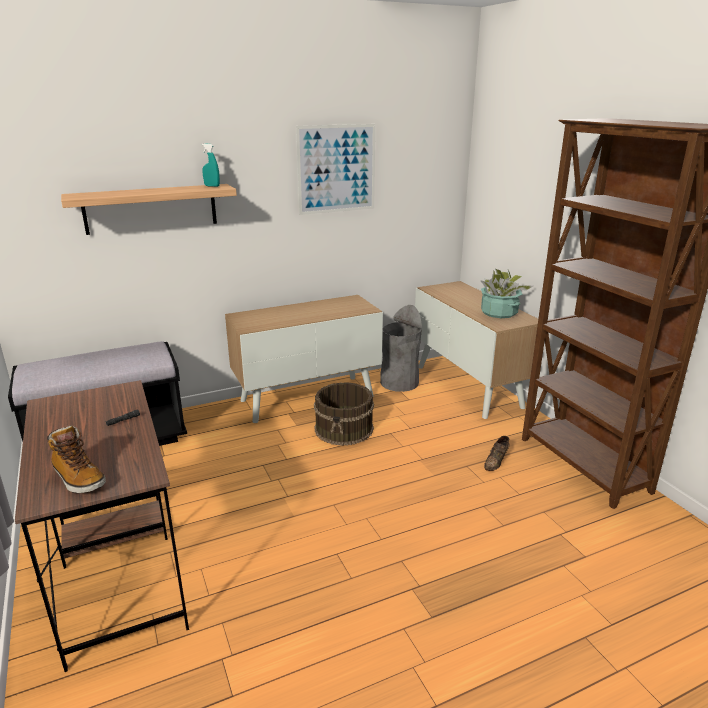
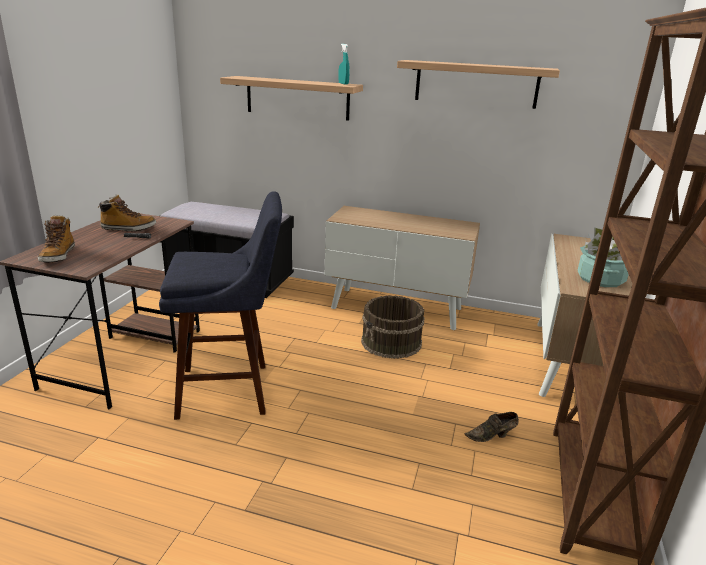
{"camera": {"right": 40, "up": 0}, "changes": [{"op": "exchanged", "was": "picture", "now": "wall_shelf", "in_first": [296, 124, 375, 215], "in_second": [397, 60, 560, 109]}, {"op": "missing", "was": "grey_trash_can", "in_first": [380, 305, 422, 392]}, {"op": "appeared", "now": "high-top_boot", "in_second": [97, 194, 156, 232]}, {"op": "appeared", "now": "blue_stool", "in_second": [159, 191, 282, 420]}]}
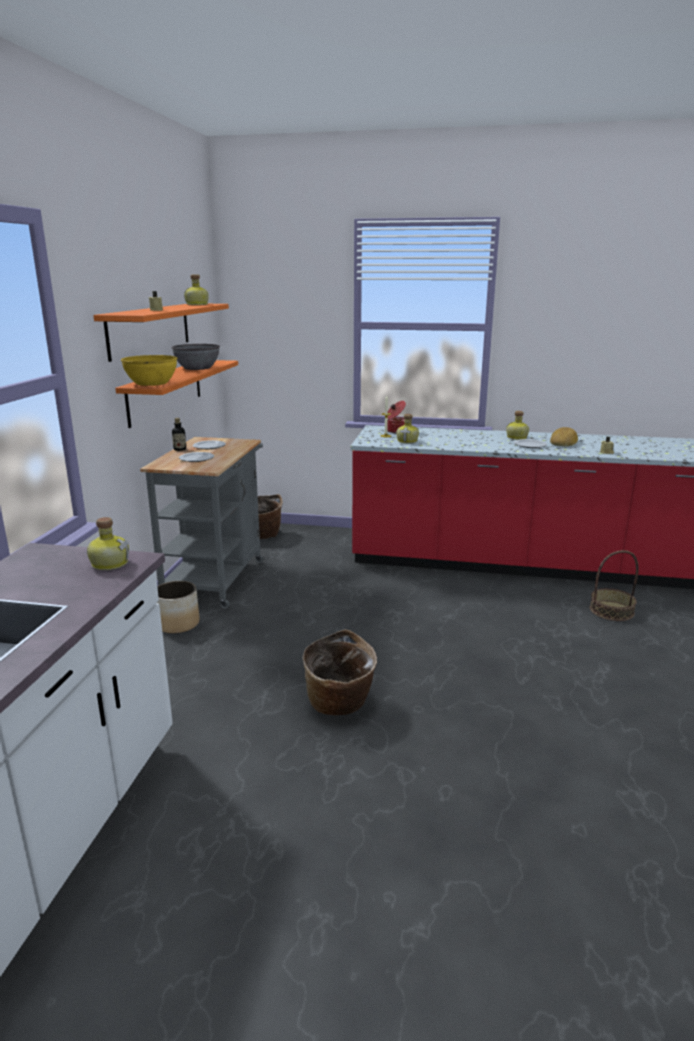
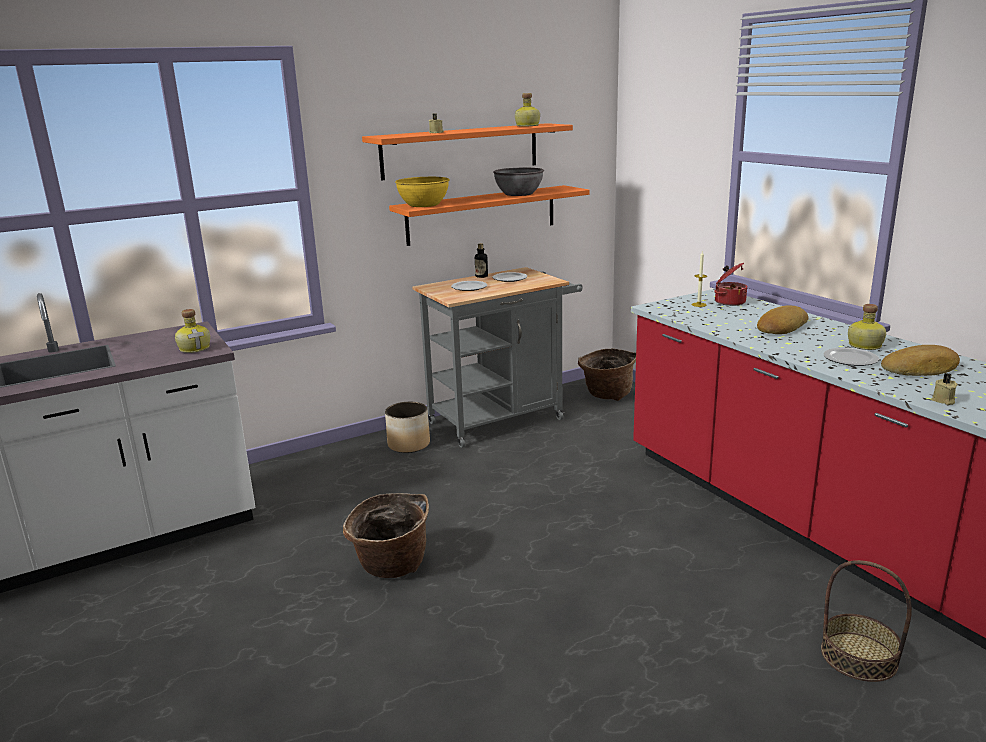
{"camera": {"right": 50, "up": 0}, "changes": [{"op": "missing", "was": "beverage_bottle", "in_first": [396, 414, 419, 443]}, {"op": "appeared", "now": "bakery_bread", "in_second": [757, 306, 808, 334]}]}
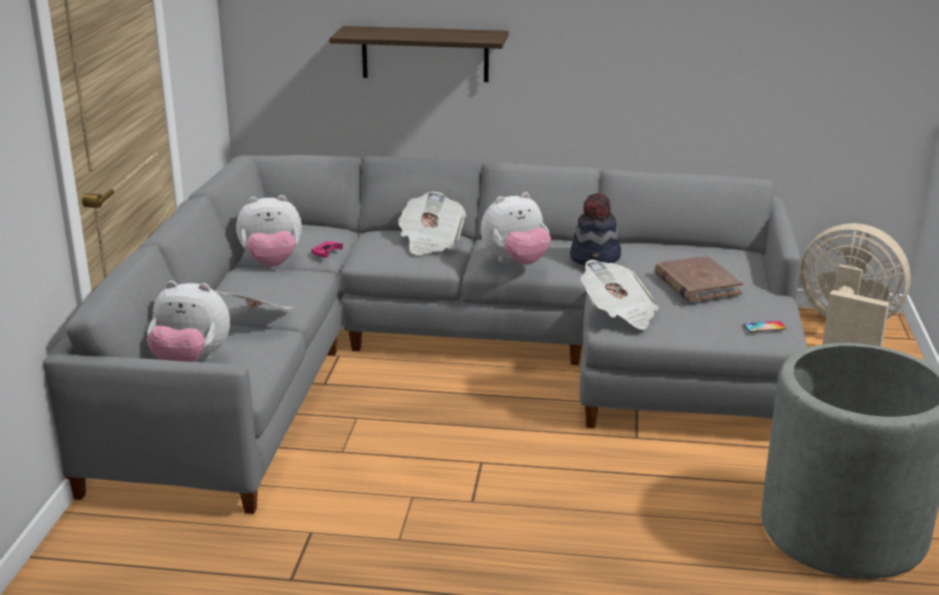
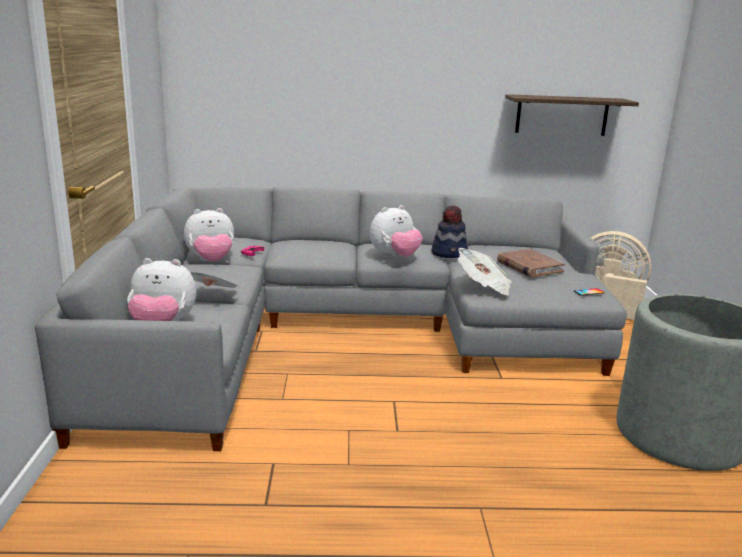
{"camera": {"right": -10, "up": -5}, "changes": [{"op": "relocated", "was": "wall_shelf", "in_first": [329, 26, 508, 82], "in_second": [505, 94, 639, 136]}, {"op": "missing", "was": "daily_paper", "in_first": [398, 192, 466, 255]}]}
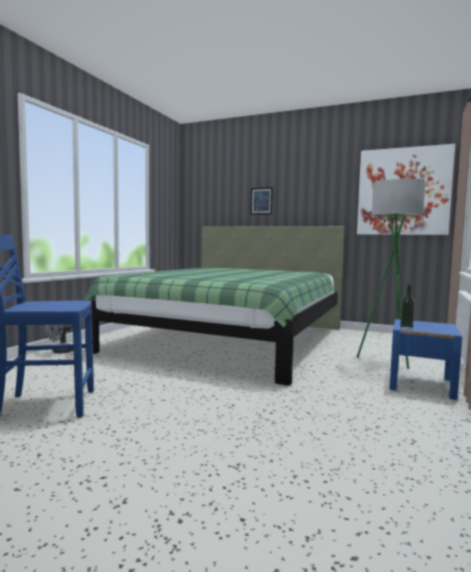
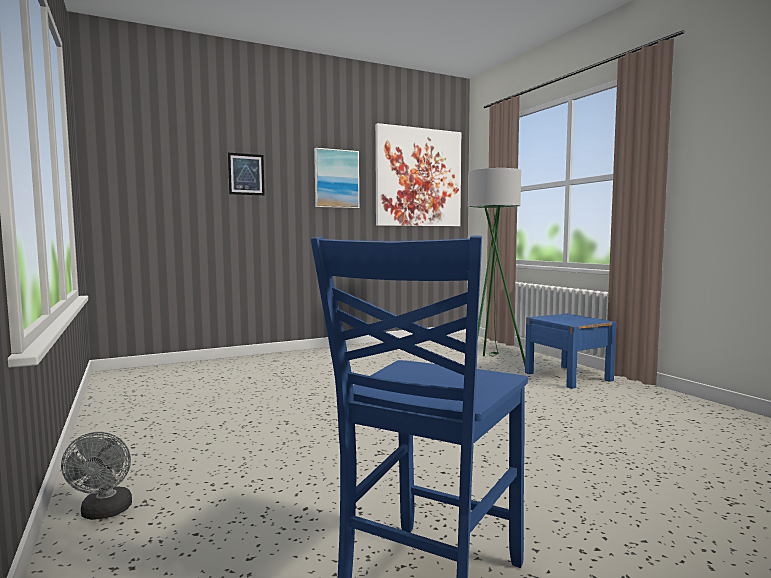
{"camera": {"right": -50, "up": 0}, "changes": [{"op": "missing", "was": "green-coloured_sleeping_bed", "in_first": [85, 226, 345, 386]}, {"op": "missing", "was": "beverage_bottle", "in_first": [400, 284, 415, 329]}, {"op": "appeared", "now": "picture", "in_second": [314, 148, 359, 208]}]}
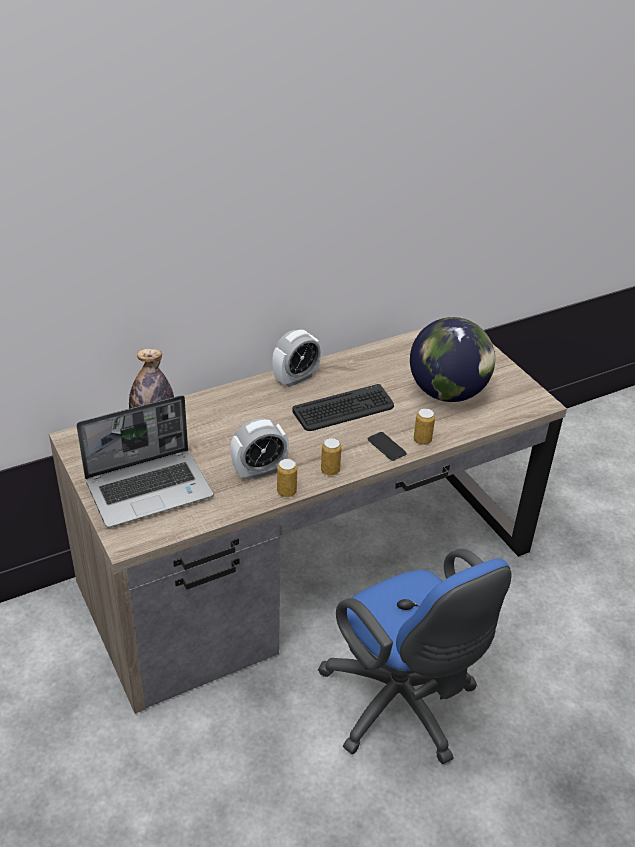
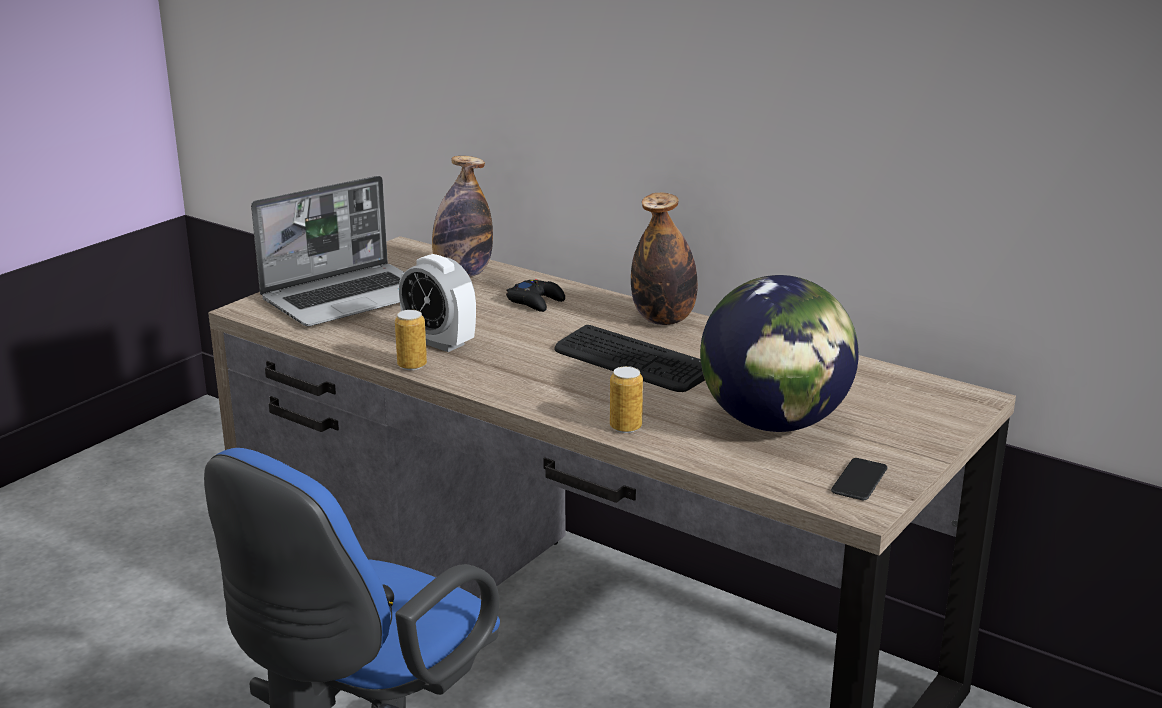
{"camera": {"right": 65, "up": -15}, "changes": [{"op": "spun", "was": "portable_computer", "in_first": [76, 395, 213, 528], "in_second": [251, 176, 404, 326], "clockwise": -75}, {"op": "exchanged", "was": "bedside_clock", "now": "beverage_bottle", "in_first": [272, 330, 321, 387], "in_second": [631, 192, 698, 325]}, {"op": "missing", "was": "can", "in_first": [321, 438, 342, 475]}, {"op": "relocated", "was": "telephone", "in_first": [368, 432, 407, 461], "in_second": [831, 458, 888, 500]}, {"op": "appeared", "now": "black_game_controller", "in_second": [506, 279, 565, 312]}]}
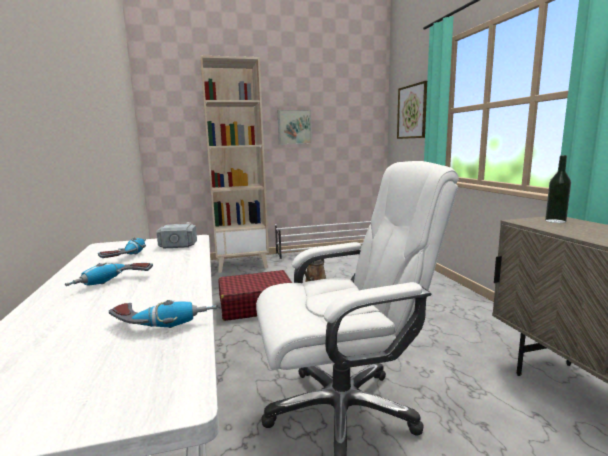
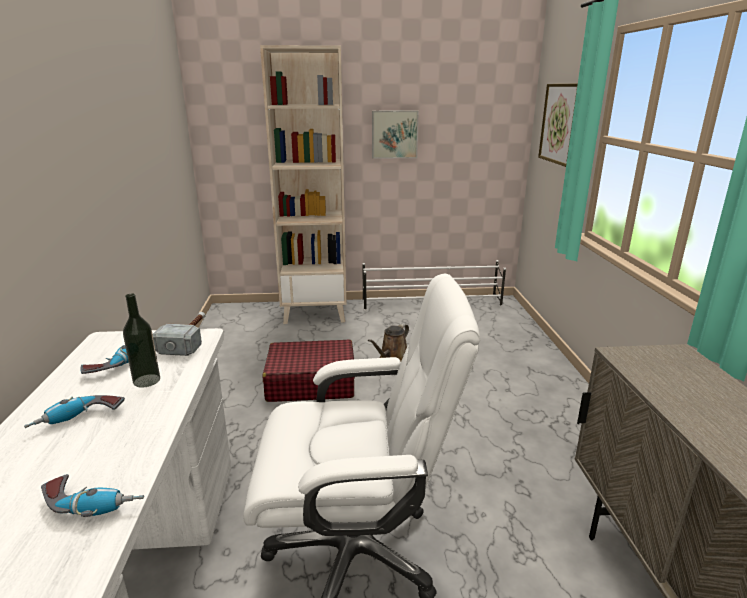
{"camera": {"right": 10, "up": 10}, "changes": [{"op": "relocated", "was": "beverage_bottle", "in_first": [545, 155, 571, 223], "in_second": [123, 293, 160, 388]}]}
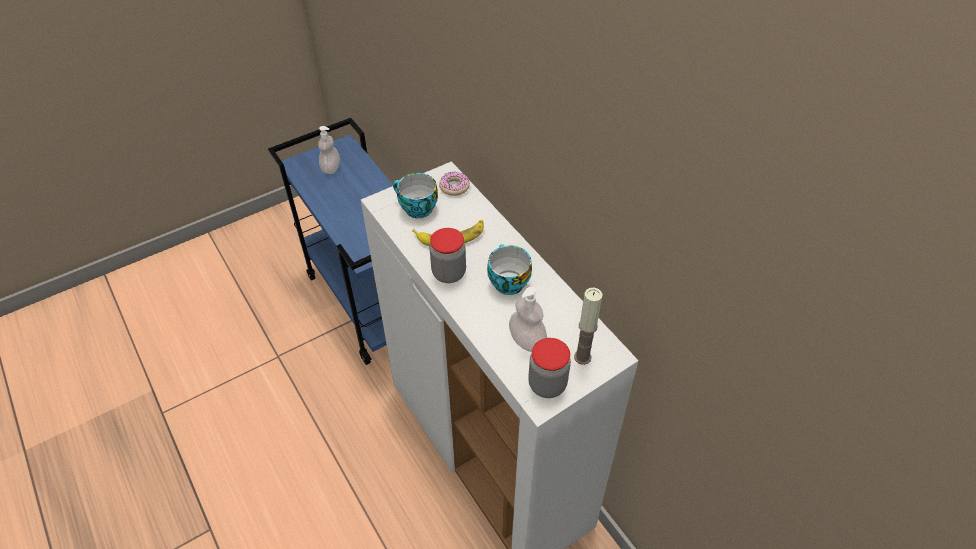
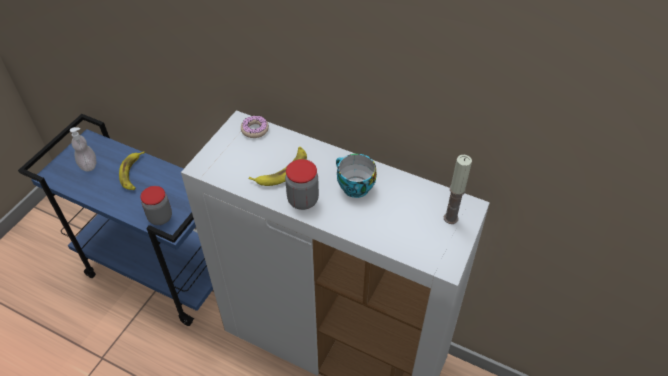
{"camera": {"right": -30, "up": 0}, "changes": [{"op": "missing", "was": "cup", "in_first": [393, 173, 438, 218]}, {"op": "missing", "was": "liquid_soap_bottle", "in_first": [509, 287, 547, 352]}, {"op": "relocated", "was": "storage_jar", "in_first": [528, 338, 571, 398], "in_second": [140, 186, 172, 225]}, {"op": "appeared", "now": "whole_banana", "in_second": [119, 151, 145, 190]}]}
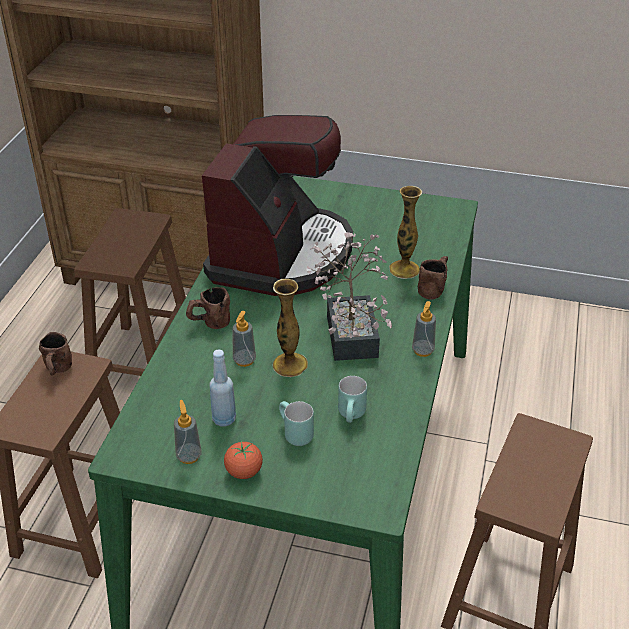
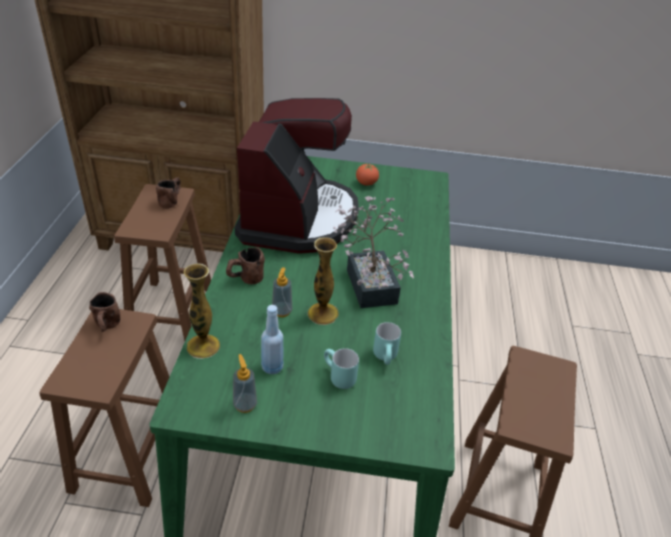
{"camera": {"right": -10, "up": 0}, "changes": [{"op": "relocated", "was": "fresh_tomato", "in_first": [224, 441, 263, 479], "in_second": [356, 164, 379, 186]}, {"op": "relocated", "was": "vase", "in_first": [389, 186, 422, 279], "in_second": [184, 264, 220, 359]}, {"op": "missing", "was": "liquid_soap_bottle", "in_first": [412, 301, 436, 357]}, {"op": "relocated", "was": "brownish_mug", "in_first": [418, 256, 448, 299], "in_second": [156, 177, 181, 209]}]}
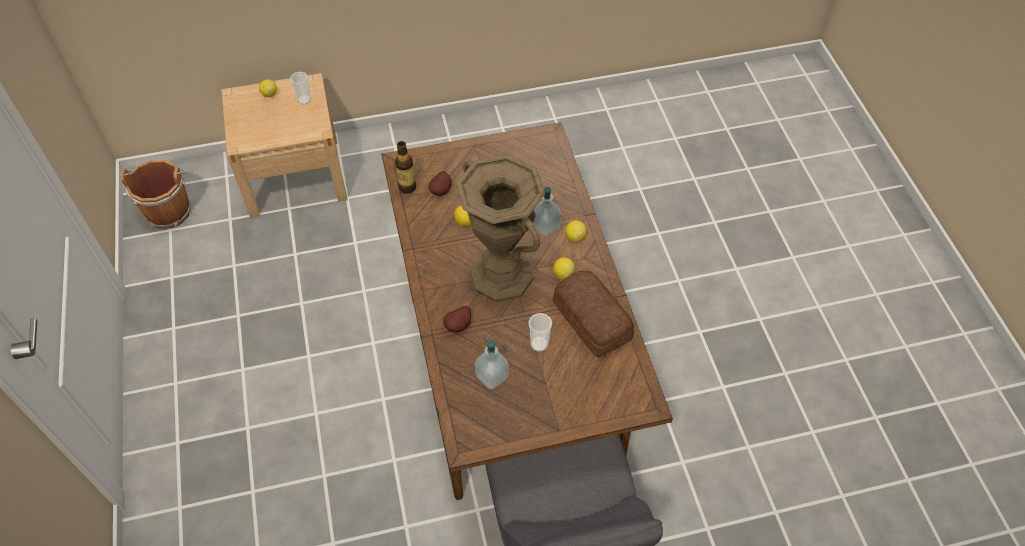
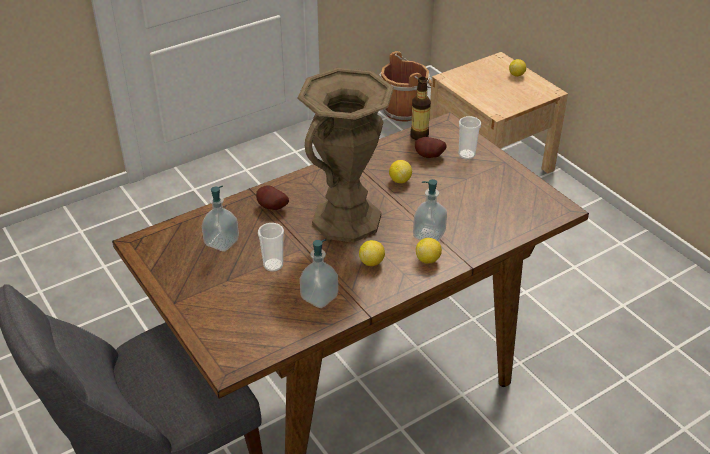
{"camera": {"right": 70, "up": -15}, "changes": [{"op": "relocated", "was": "cup", "in_first": [290, 72, 311, 104], "in_second": [459, 116, 481, 159]}, {"op": "exchanged", "was": "bakery_bread", "now": "liquid_soap_bottle", "in_first": [553, 270, 634, 358], "in_second": [300, 239, 338, 308]}]}
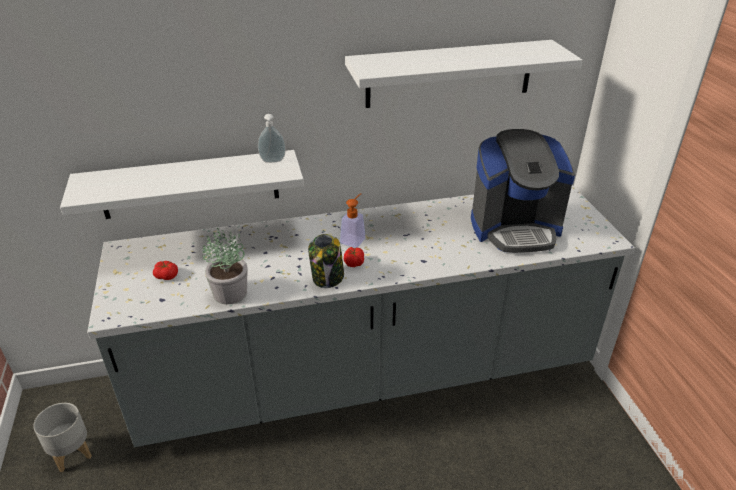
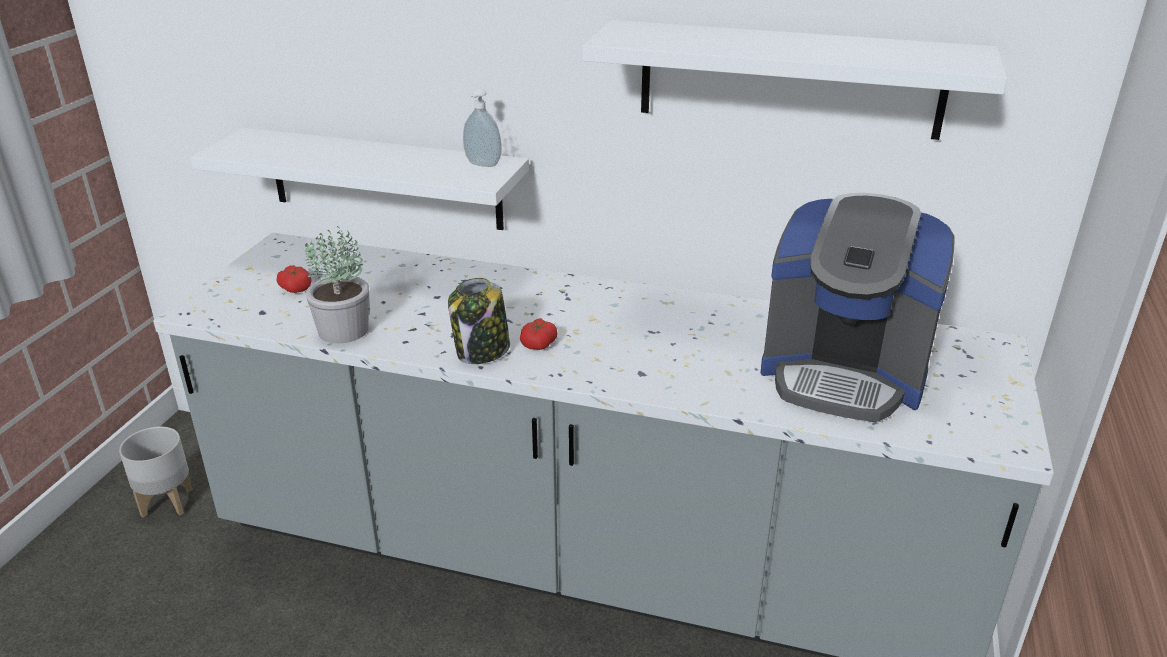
{"camera": {"right": 30, "up": -5}, "changes": [{"op": "missing", "was": "liquid_soap_bottle", "in_first": [340, 193, 365, 248]}]}
